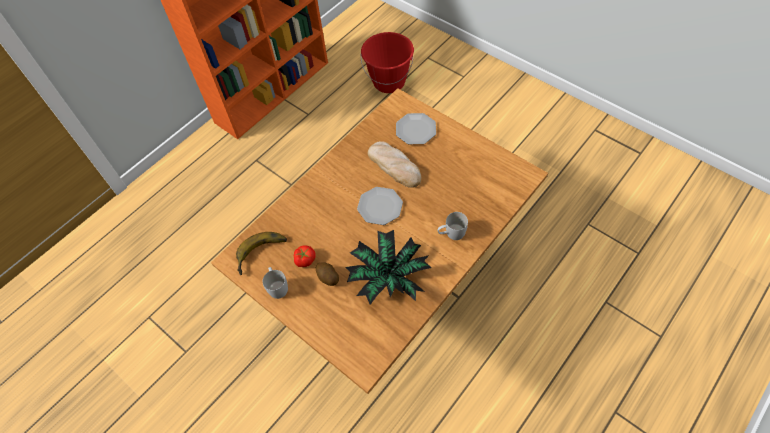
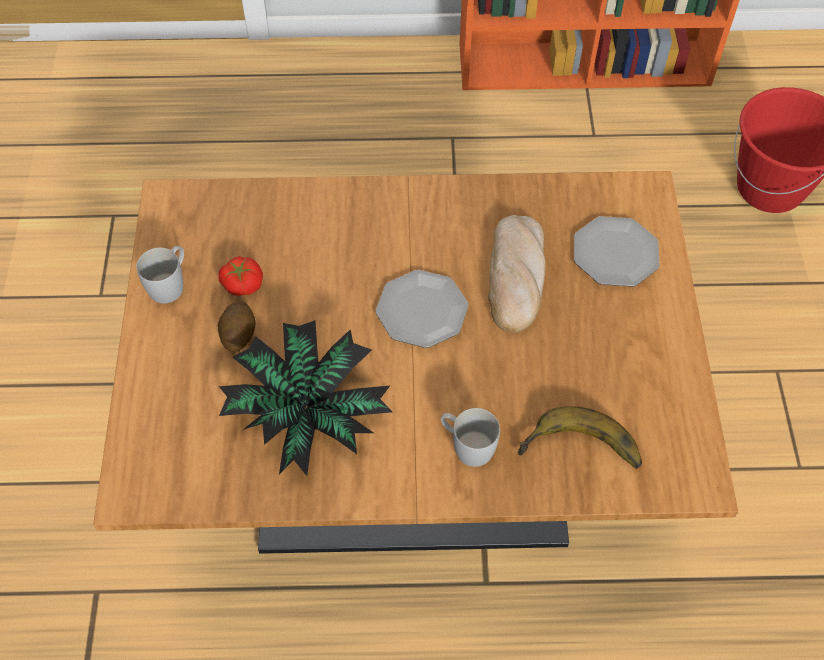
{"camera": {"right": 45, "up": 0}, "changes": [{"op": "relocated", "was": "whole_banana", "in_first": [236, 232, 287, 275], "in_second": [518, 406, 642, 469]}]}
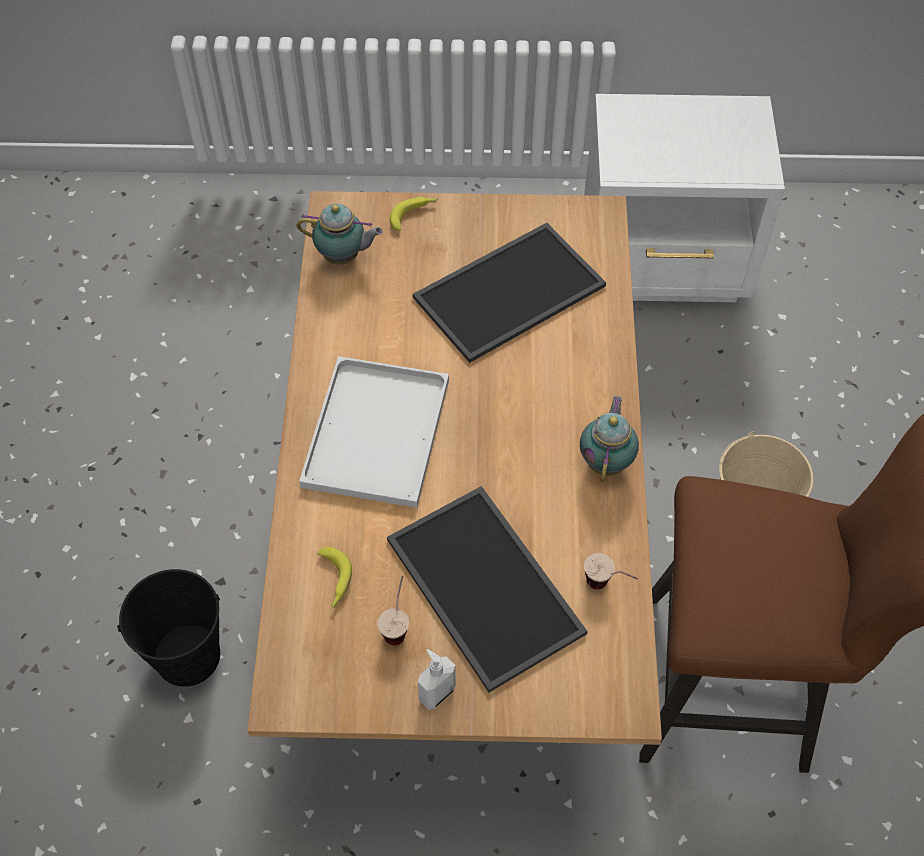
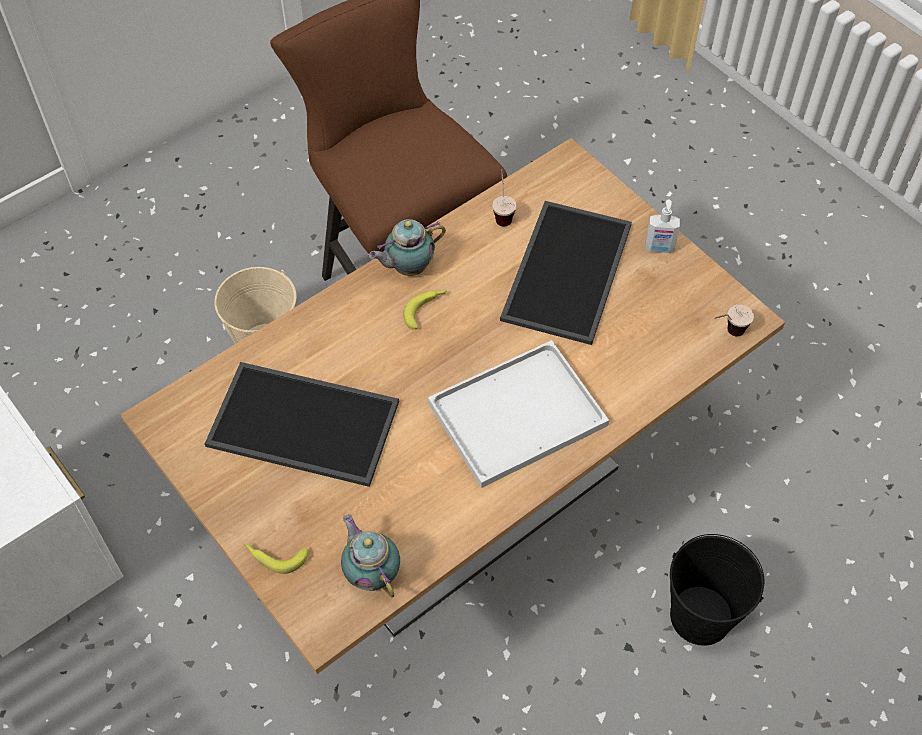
{"camera": {"right": -130, "up": 0}, "changes": [{"op": "relocated", "was": "whole_banana", "in_first": [317, 547, 352, 609], "in_second": [403, 289, 447, 329]}, {"op": "relocated", "was": "cup", "in_first": [377, 576, 409, 645], "in_second": [715, 305, 754, 336]}]}
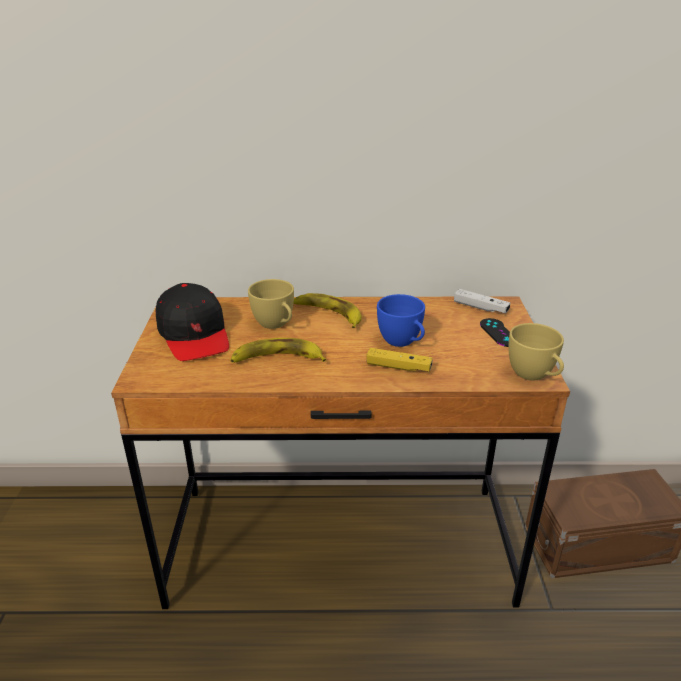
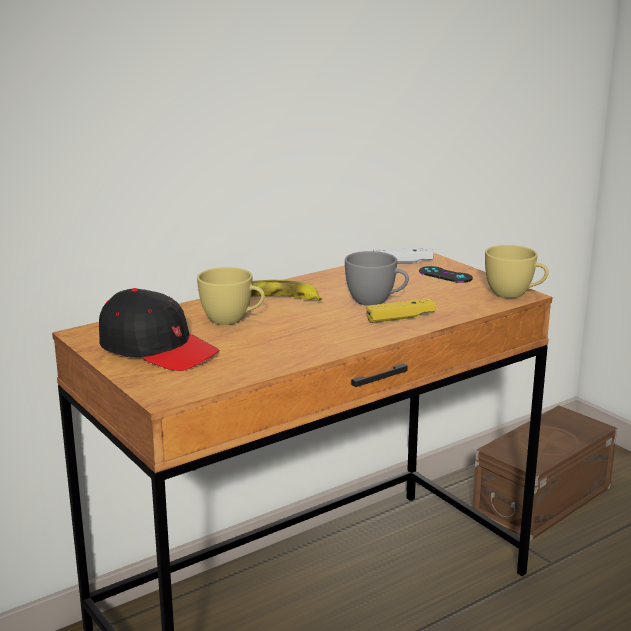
{"camera": {"right": -35, "up": -10}, "changes": [{"op": "missing", "was": "whole_banana", "in_first": [230, 338, 326, 363]}, {"op": "colour", "was": "blue_cup", "now": "grey_cup", "in_first": [377, 294, 425, 347], "in_second": [345, 251, 409, 306]}]}
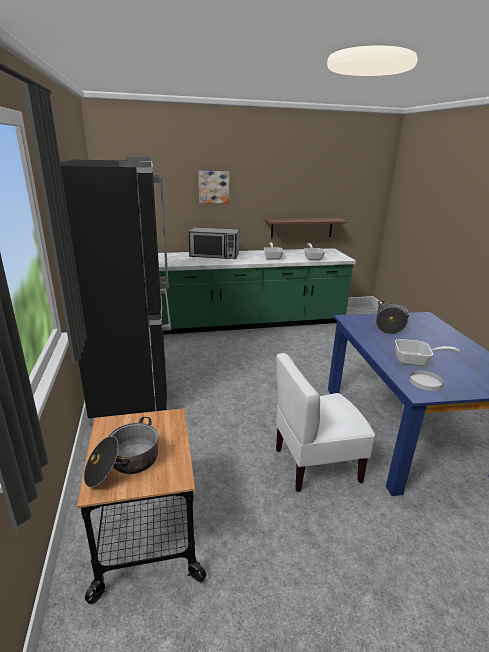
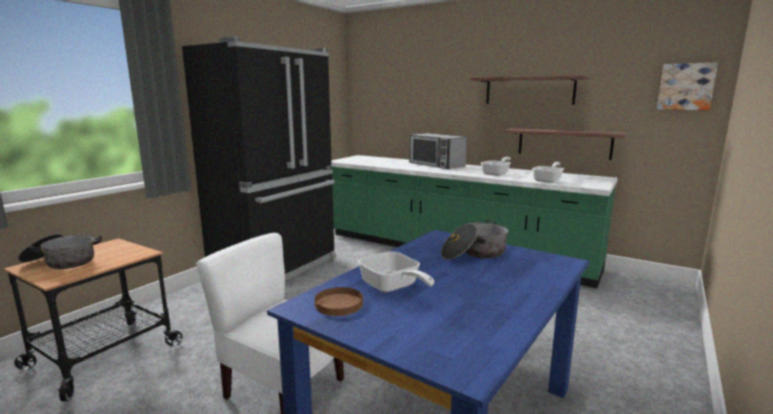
{"camera": {"right": 45, "up": -10}, "changes": [{"op": "relocated", "was": "picture", "in_first": [199, 171, 229, 203], "in_second": [657, 63, 718, 110]}, {"op": "colour", "was": "white-coloured_flat_dish", "now": "brownish_flat_dish", "in_first": [409, 370, 444, 391], "in_second": [315, 287, 363, 316]}, {"op": "appeared", "now": "wall_shelf", "in_second": [470, 75, 589, 105]}]}
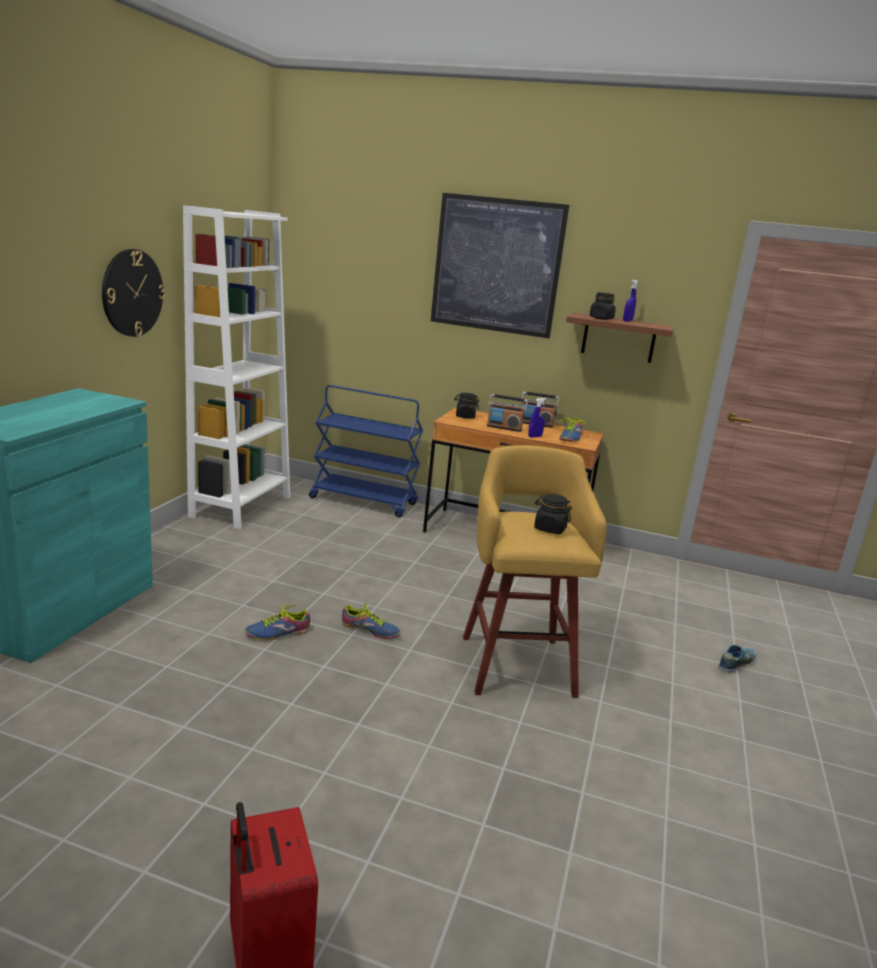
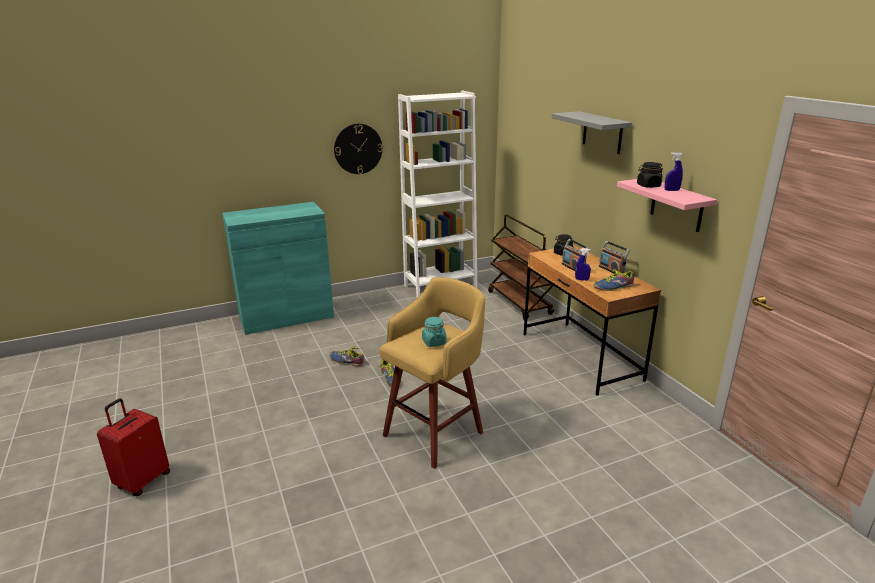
{"camera": {"right": 50, "up": 5}, "changes": [{"op": "colour", "was": "blue_trolley", "now": "brownish_trolley", "in_first": [309, 385, 423, 518], "in_second": [488, 215, 554, 320]}, {"op": "exchanged", "was": "picture", "now": "grey_wall_shelf", "in_first": [431, 193, 569, 338], "in_second": [552, 111, 632, 154]}, {"op": "colour", "was": "black_storage_jar", "now": "blue-green_storage_jar", "in_first": [534, 494, 572, 534], "in_second": [422, 317, 447, 347]}, {"op": "colour", "was": "brownish_wall_shelf", "now": "pinkish_wall_shelf", "in_first": [566, 313, 673, 363], "in_second": [617, 179, 717, 232]}, {"op": "missing", "was": "low_shoe", "in_first": [718, 645, 757, 673]}]}
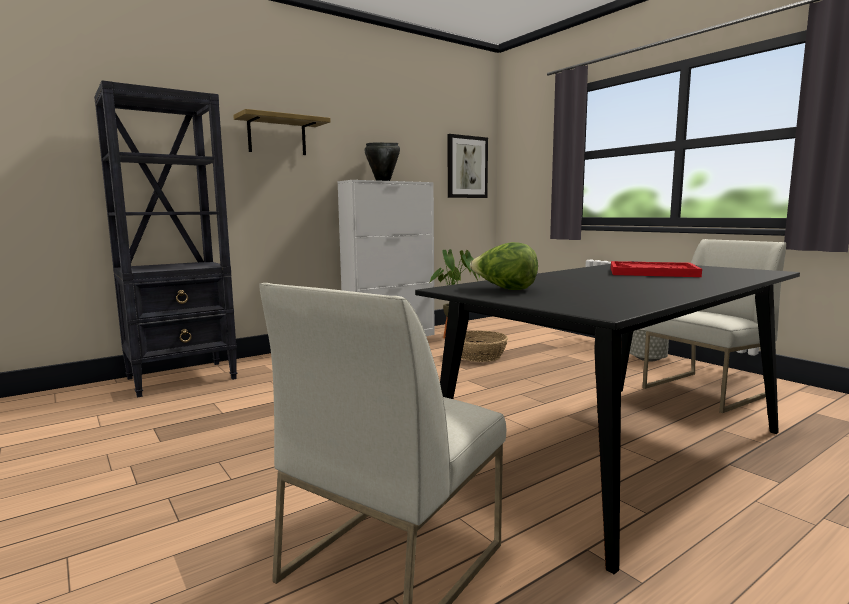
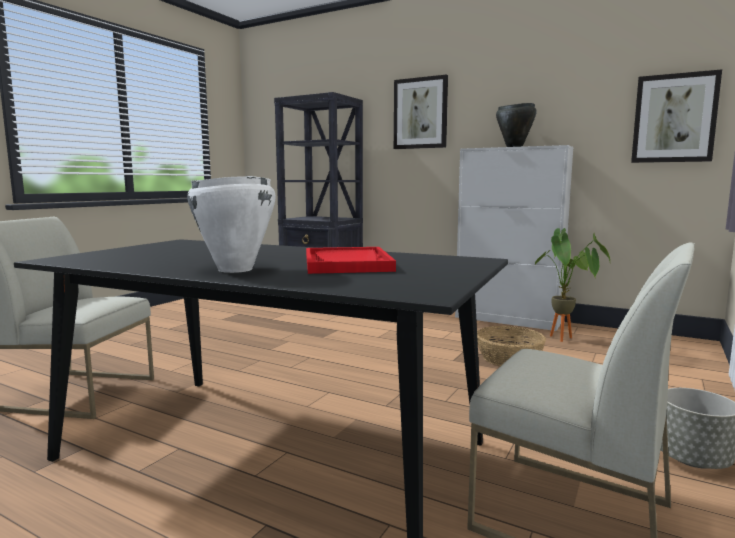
{"camera": {"right": 65, "up": 0}, "changes": [{"op": "exchanged", "was": "wall_shelf", "now": "picture", "in_first": [233, 109, 331, 155], "in_second": [394, 74, 448, 149]}, {"op": "missing", "was": "lettuce_head", "in_first": [470, 242, 538, 290]}, {"op": "appeared", "now": "white-coloured_stockpot", "in_second": [187, 176, 276, 273]}]}
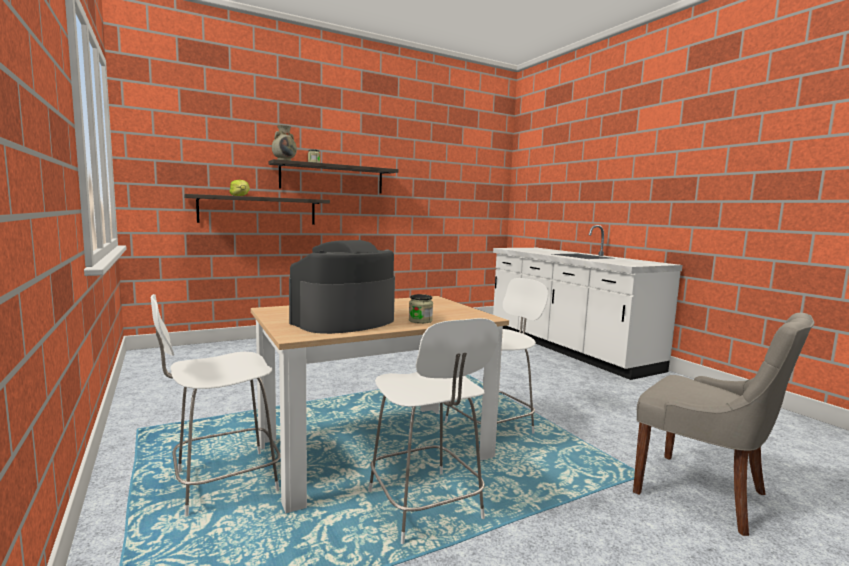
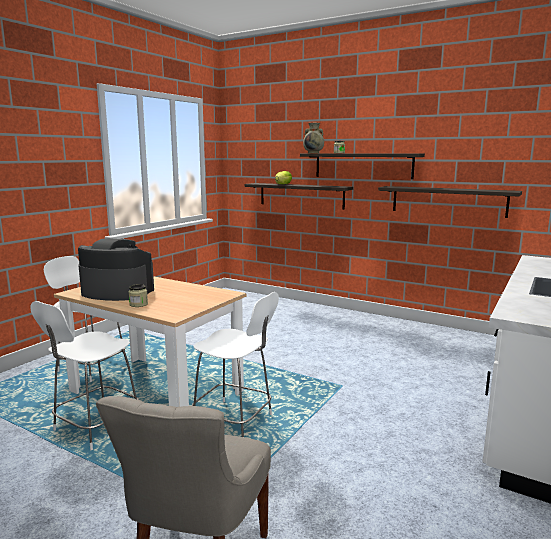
{"camera": {"right": 60, "up": 5}, "changes": [{"op": "appeared", "now": "wall_shelf", "in_second": [378, 186, 522, 218]}]}
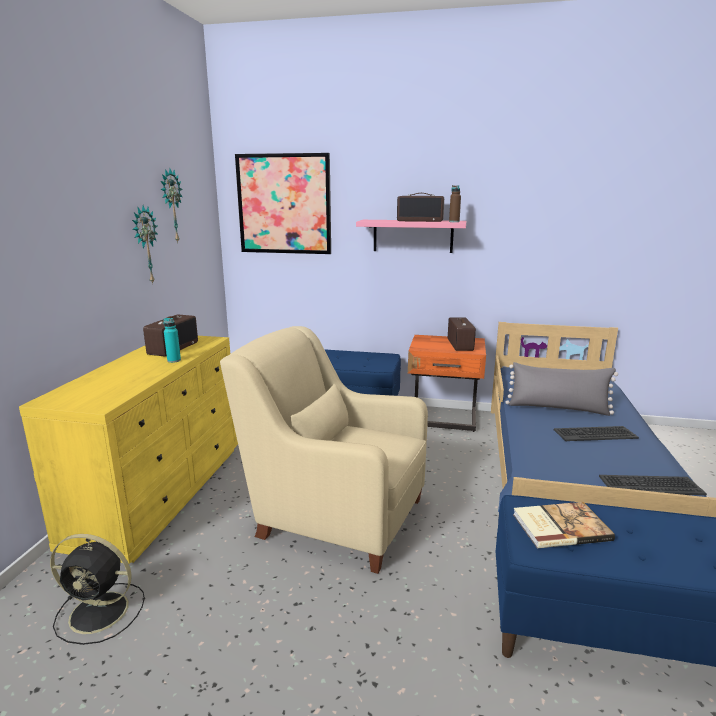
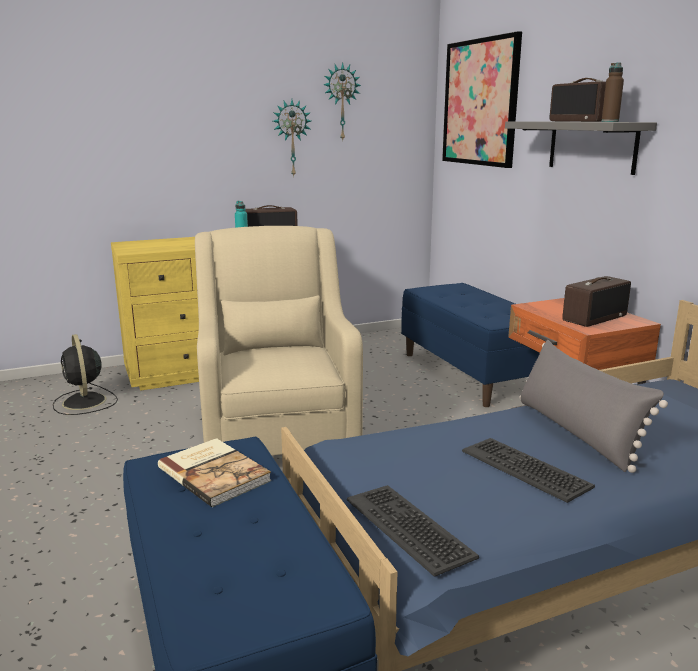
{"camera": {"right": 55, "up": 0}, "changes": [{"op": "colour", "was": "pinkish_wall_shelf", "now": "grey_wall_shelf", "in_first": [356, 220, 466, 253], "in_second": [505, 121, 657, 175]}]}
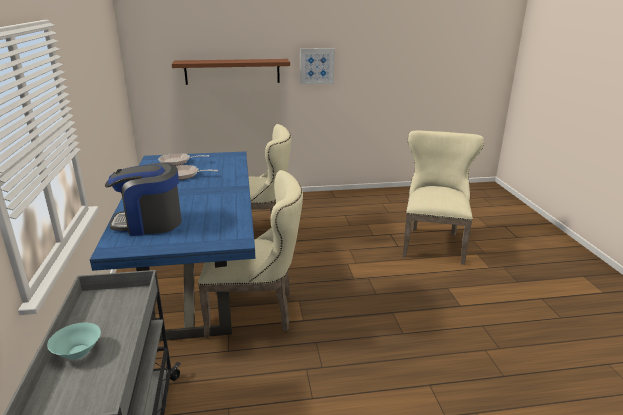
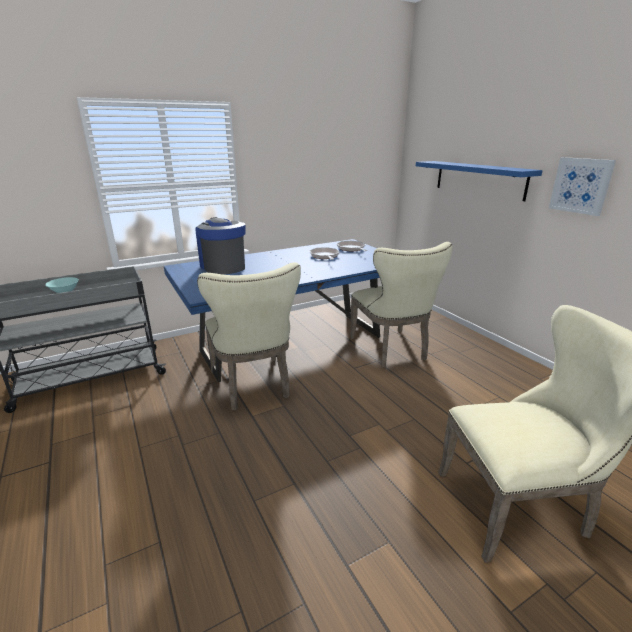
{"camera": {"right": 70, "up": 0}, "changes": [{"op": "colour", "was": "brownish_wall_shelf", "now": "blue_wall_shelf", "in_first": [172, 59, 290, 85], "in_second": [416, 161, 543, 201]}]}
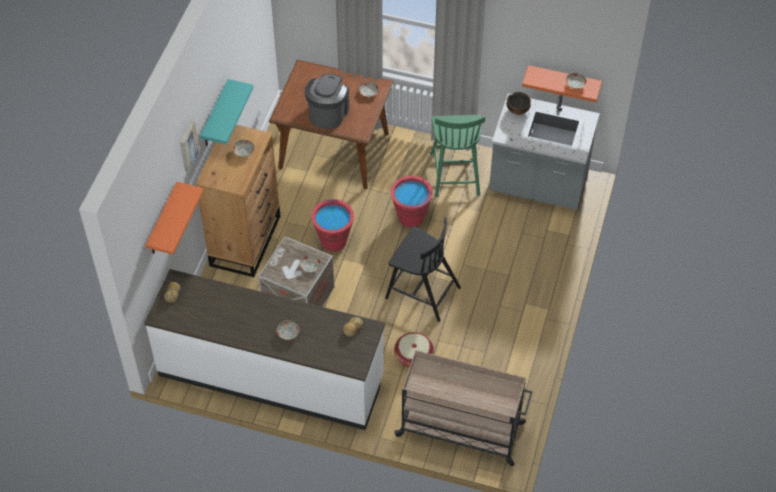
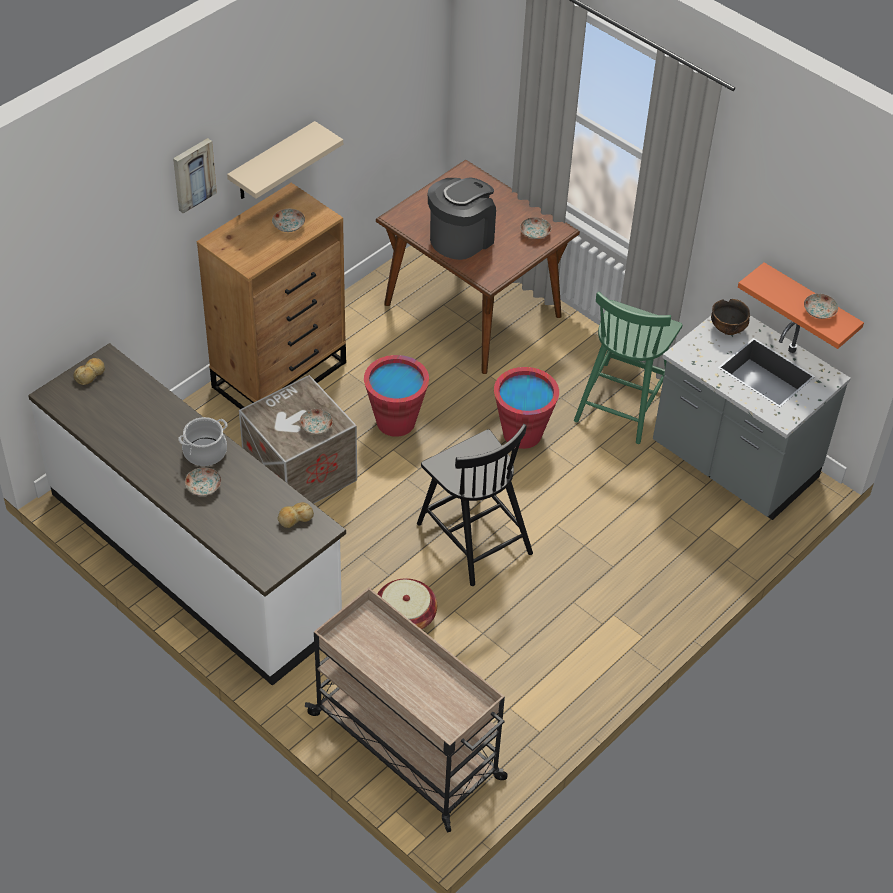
{"camera": {"right": 25, "up": -5}, "changes": [{"op": "missing", "was": "orange-coloured_wall_shelf", "in_first": [145, 182, 204, 255]}, {"op": "colour", "was": "blue-green_wall_shelf", "now": "beige_wall_shelf", "in_first": [200, 79, 254, 146], "in_second": [227, 121, 343, 199]}, {"op": "appeared", "now": "stockpot", "in_second": [178, 417, 227, 466]}]}
